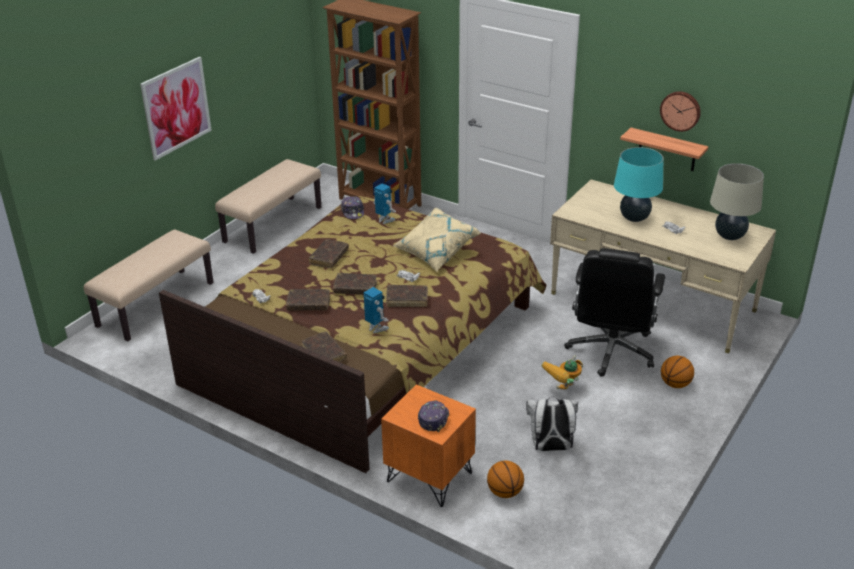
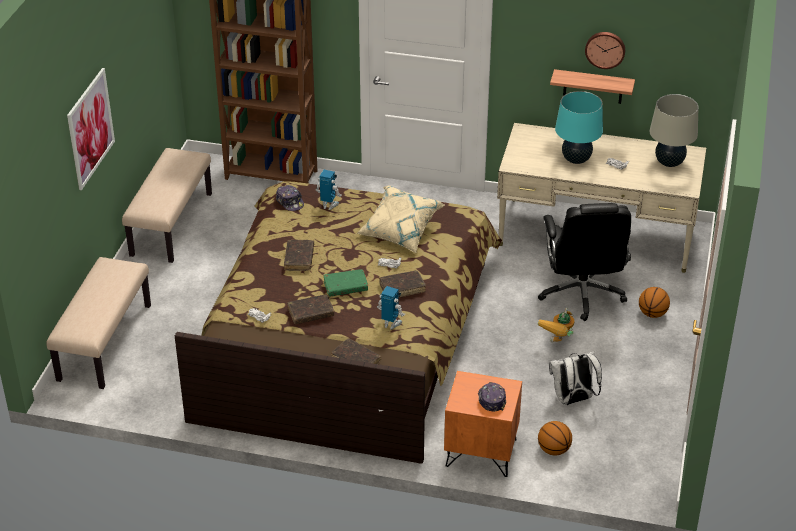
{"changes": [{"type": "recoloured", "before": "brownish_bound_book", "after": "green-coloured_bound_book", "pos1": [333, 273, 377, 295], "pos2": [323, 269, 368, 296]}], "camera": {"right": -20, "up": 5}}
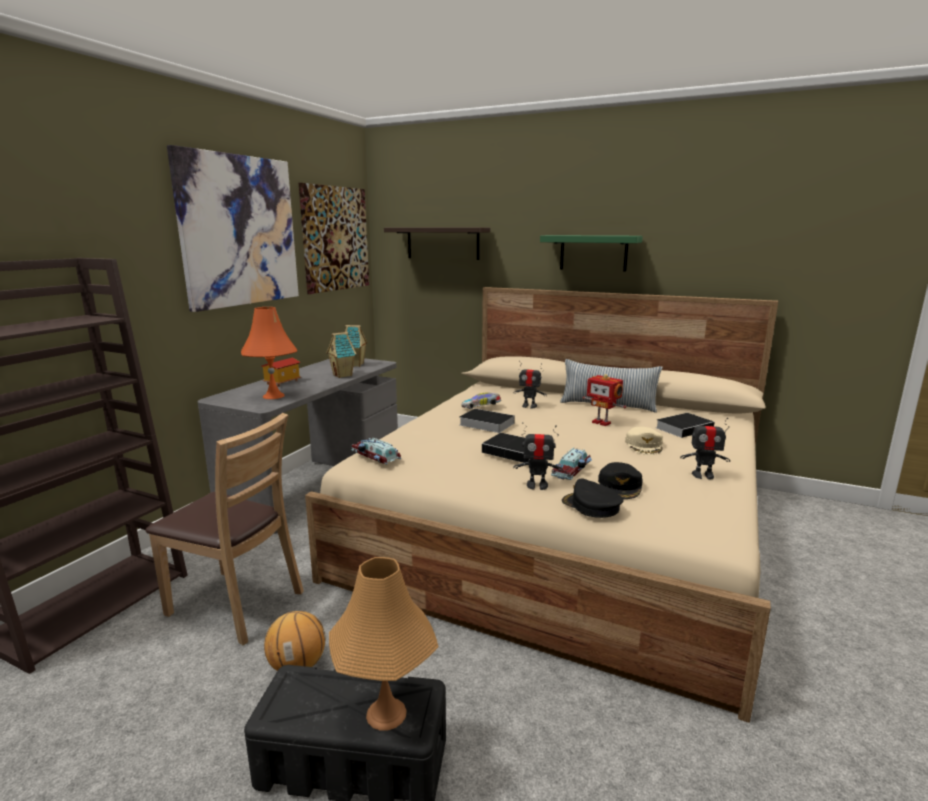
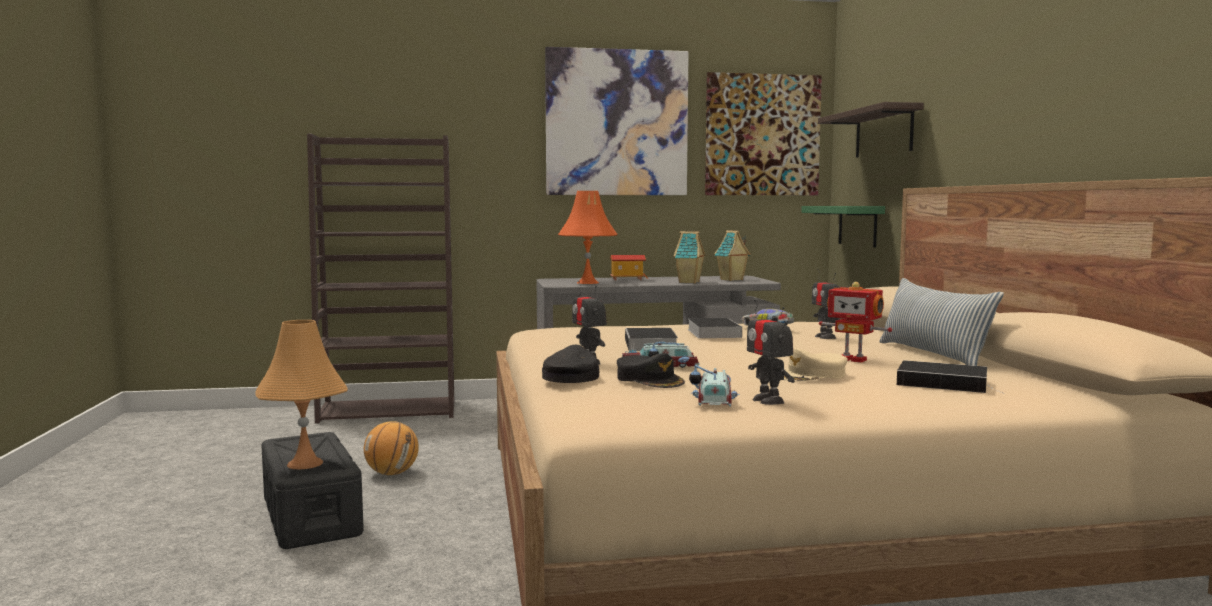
{"changes": [{"type": "removed", "before": "brownish_plain_chair", "pos1": [145, 413, 304, 645]}, {"type": "moved", "before": "toy_car", "pos1": [352, 438, 401, 464], "pos2": [689, 365, 740, 407]}, {"type": "moved", "before": "green-coloured_bracket_shelf", "pos1": [540, 235, 643, 271], "pos2": [801, 206, 885, 247]}, {"type": "turned", "before": "model_robot", "pos1": [583, 374, 626, 426], "pos2": [819, 282, 892, 363], "turn": -60}, {"type": "turned", "before": "black-coloured_baseball_cap", "pos1": [598, 462, 643, 499], "pos2": [617, 353, 685, 388], "turn": -105}], "camera": {"right": 55, "up": -10}}
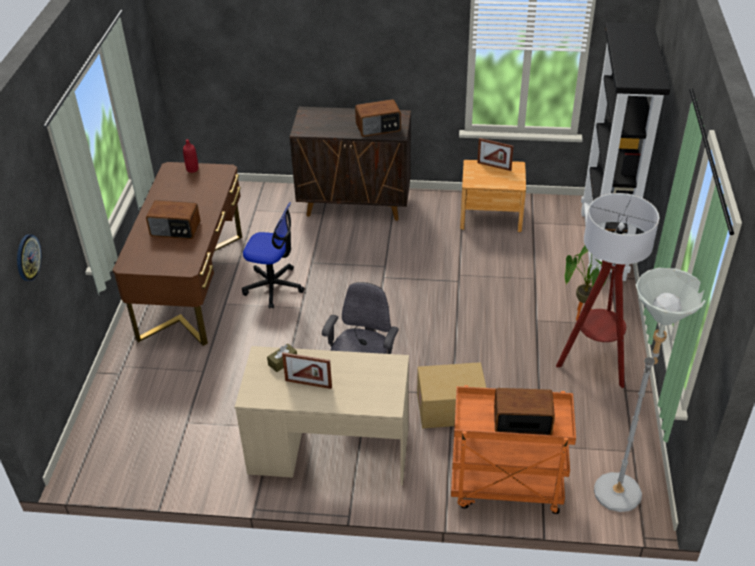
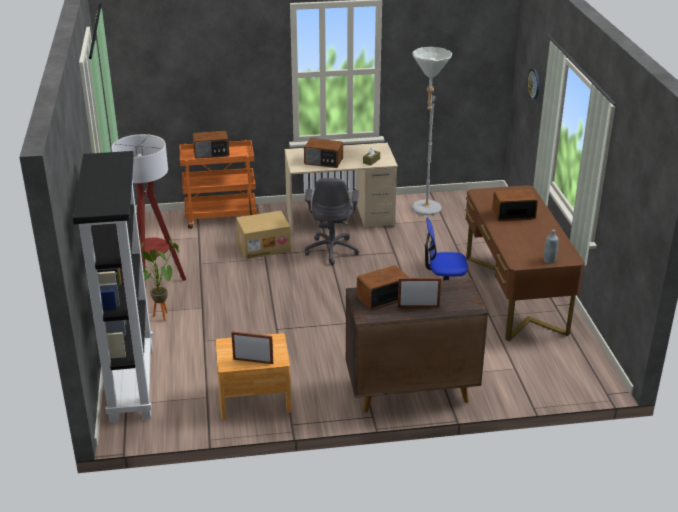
{"changes": [{"type": "recoloured", "before": "reddish_drink_bottle", "after": "gray_drink_bottle", "pos1": [183, 139, 198, 173], "pos2": [544, 229, 559, 264]}, {"type": "moved", "before": "picture_frame", "pos1": [282, 352, 332, 389], "pos2": [398, 278, 441, 307]}, {"type": "moved", "before": "gray_floor_lamp", "pos1": [594, 268, 705, 512], "pos2": [412, 47, 452, 215]}, {"type": "added", "after": "radio_set", "pos2": [304, 138, 343, 168]}], "camera": {"right": 165, "up": -10}}
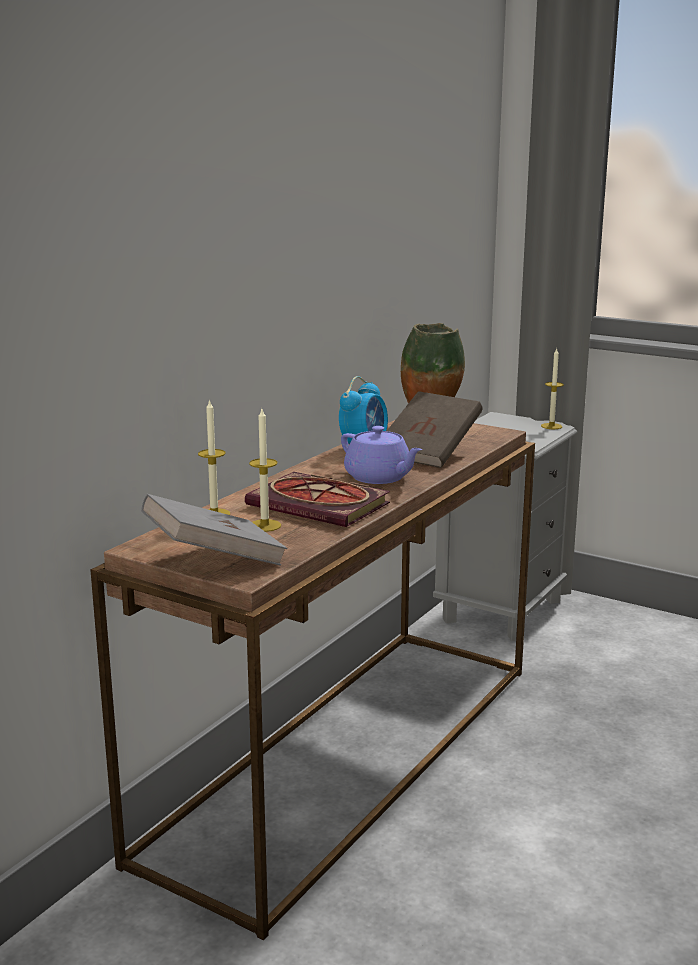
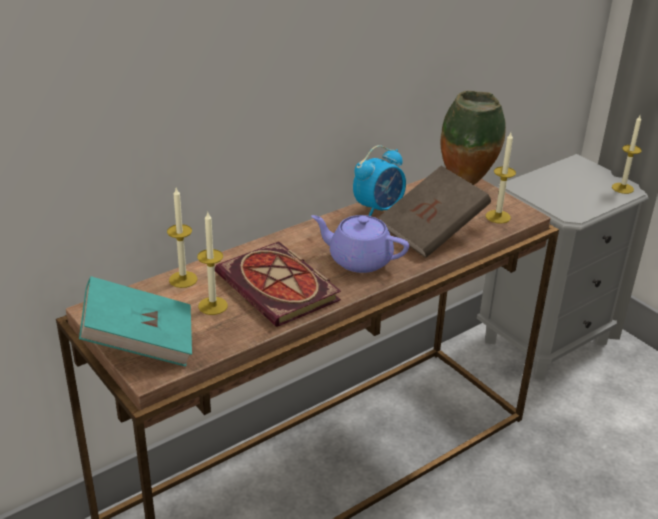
{"changes": [{"type": "recoloured", "before": "gray_bound_book", "after": "turquoise_bound_book", "pos1": [141, 494, 287, 566], "pos2": [79, 276, 192, 367]}, {"type": "turned", "before": "purplish_pot_for_tea", "pos1": [341, 426, 422, 484], "pos2": [311, 215, 409, 273], "turn": 135}, {"type": "added", "after": "candle", "pos2": [486, 133, 516, 224]}], "camera": {"right": 20, "up": 15}}
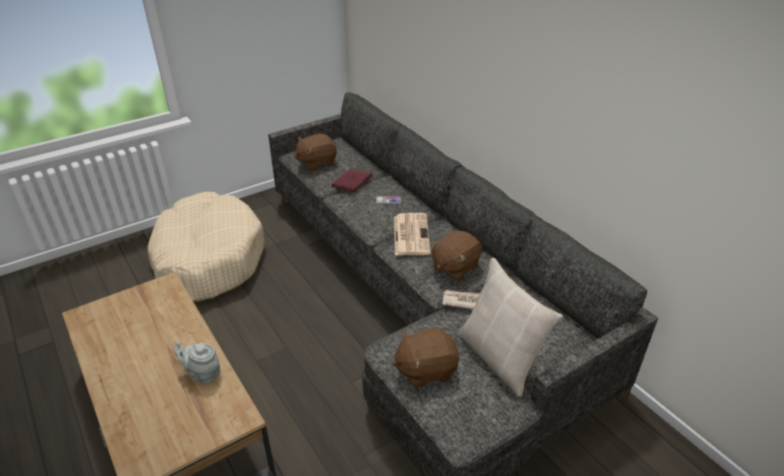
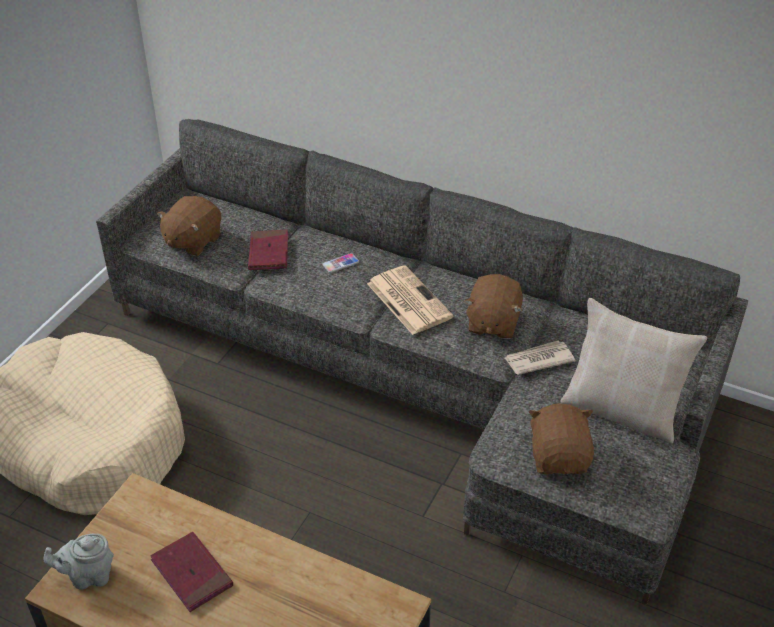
{"changes": [{"type": "moved", "before": "gray_pot_for_tea", "pos1": [174, 341, 220, 385], "pos2": [43, 533, 114, 590]}, {"type": "turned", "before": "brownish_cuddly_toy", "pos1": [392, 327, 459, 388], "pos2": [529, 403, 594, 474], "turn": 135}, {"type": "added", "after": "reddish_bound_book", "pos2": [150, 532, 233, 612]}], "camera": {"right": -30, "up": 5}}
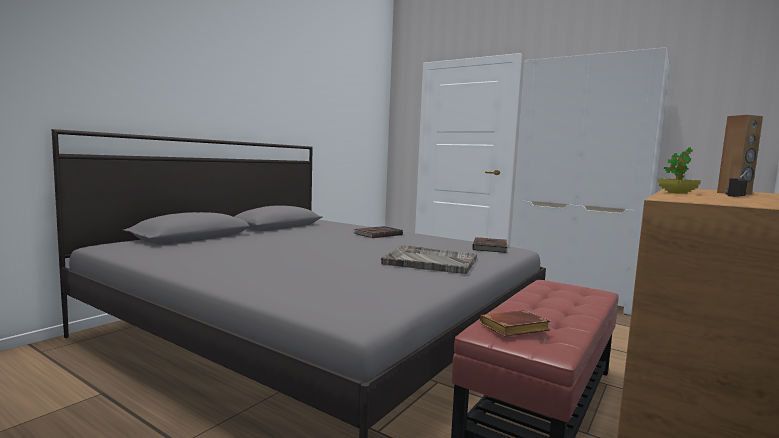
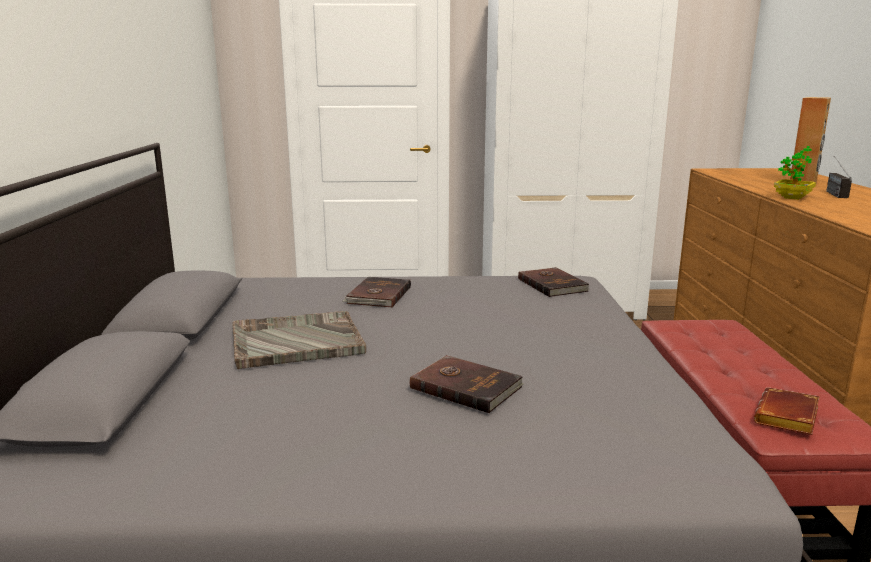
{"changes": [{"type": "moved", "before": "gray_carrying_tray", "pos1": [381, 245, 477, 274], "pos2": [232, 311, 366, 369]}, {"type": "added", "after": "brownish_bound_book", "pos2": [410, 355, 524, 413]}], "camera": {"right": -35, "up": 10}}
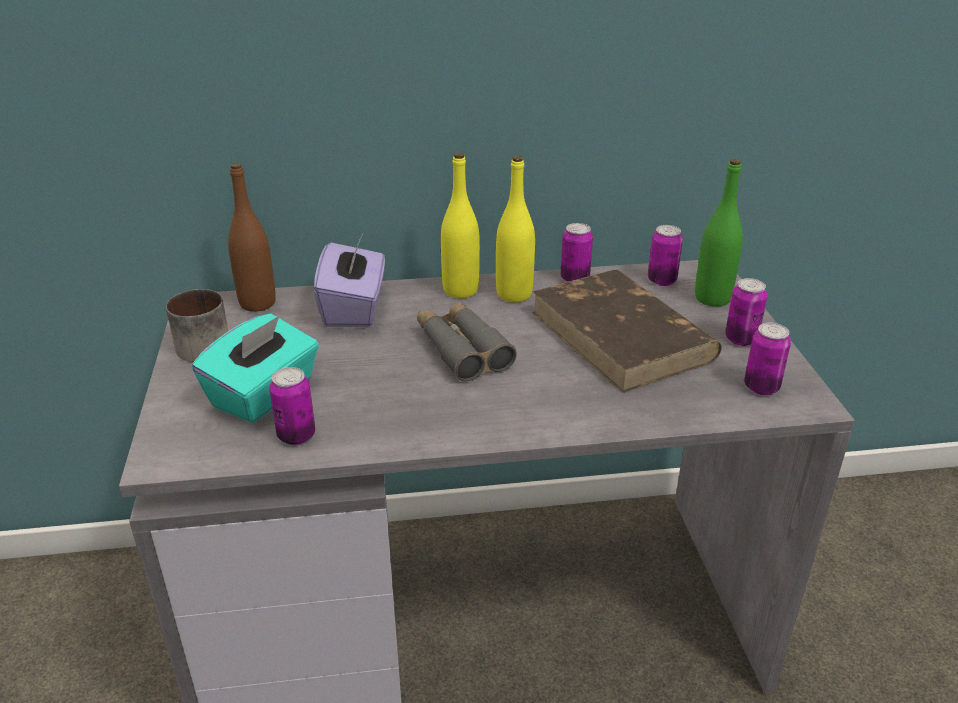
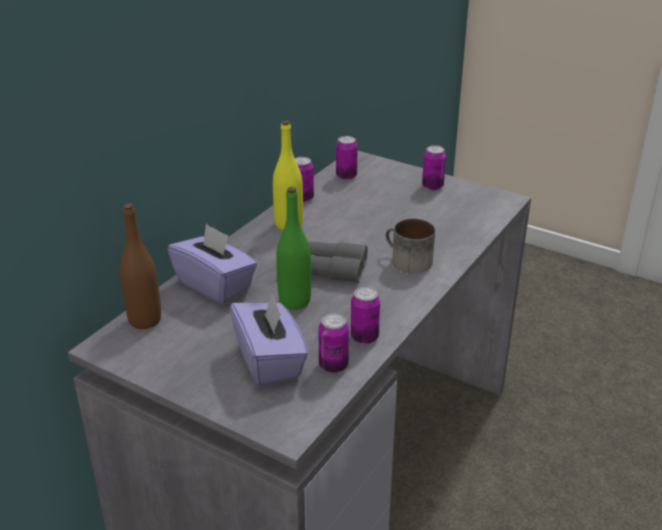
{"changes": [{"type": "moved", "before": "tea_mug", "pos1": [166, 289, 228, 362], "pos2": [385, 219, 435, 274]}, {"type": "recoloured", "before": "turquoise_tissue_box", "after": "purplish_tissue_box", "pos1": [192, 313, 319, 423], "pos2": [230, 292, 308, 387]}, {"type": "removed", "before": "yellow-coloured_drink_bottle", "pos1": [441, 152, 480, 298]}, {"type": "removed", "before": "brownish_bound_book", "pos1": [532, 270, 721, 393]}, {"type": "moved", "before": "green-coloured_drink_bottle", "pos1": [695, 159, 743, 307], "pos2": [276, 187, 311, 310]}, {"type": "moved", "before": "metal_can", "pos1": [744, 323, 791, 395], "pos2": [351, 287, 380, 344]}], "camera": {"right": -50, "up": 0}}
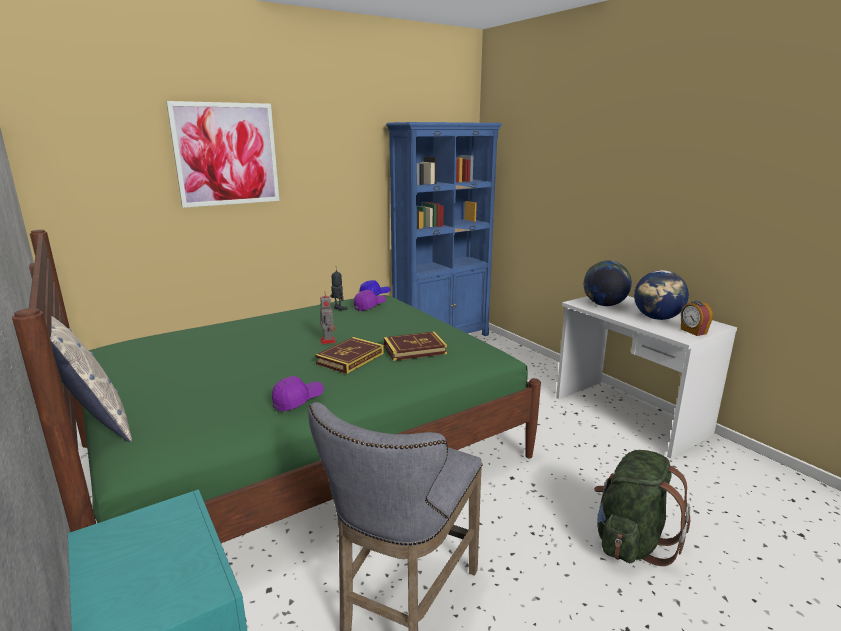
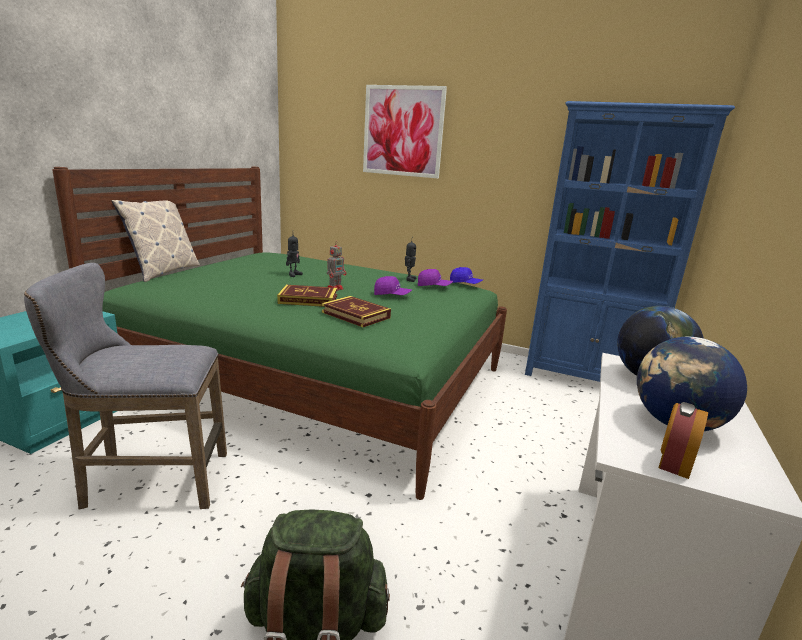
{"changes": [{"type": "moved", "before": "purplish_baseball_cap", "pos1": [272, 376, 324, 411], "pos2": [374, 276, 412, 295]}, {"type": "added", "after": "model_robot", "pos2": [286, 236, 303, 277]}], "camera": {"right": 55, "up": 0}}
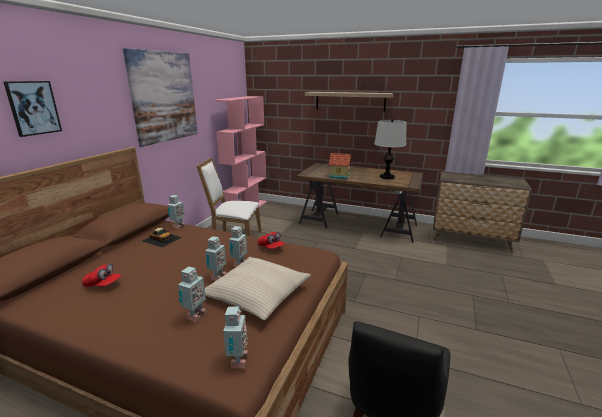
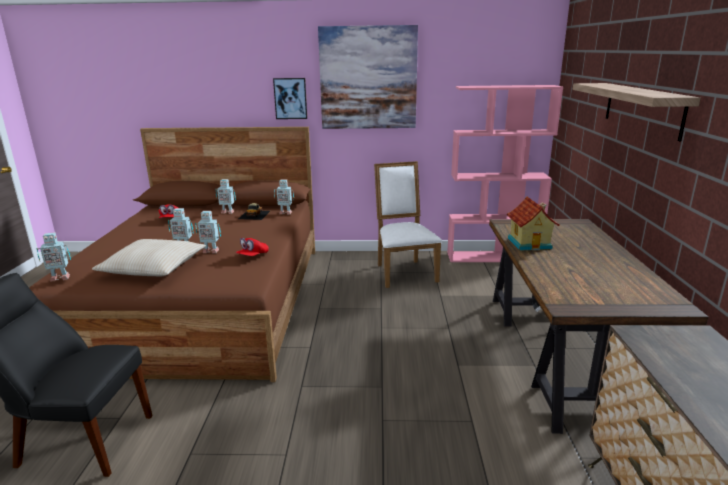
{"changes": [{"type": "moved", "before": "wall_art", "pos1": [3, 81, 62, 137], "pos2": [273, 78, 307, 119]}, {"type": "moved", "before": "model_robot", "pos1": [178, 266, 207, 322], "pos2": [216, 179, 236, 214]}, {"type": "removed", "before": "tabletop_lamp", "pos1": [374, 119, 407, 179]}], "camera": {"right": 70, "up": 0}}
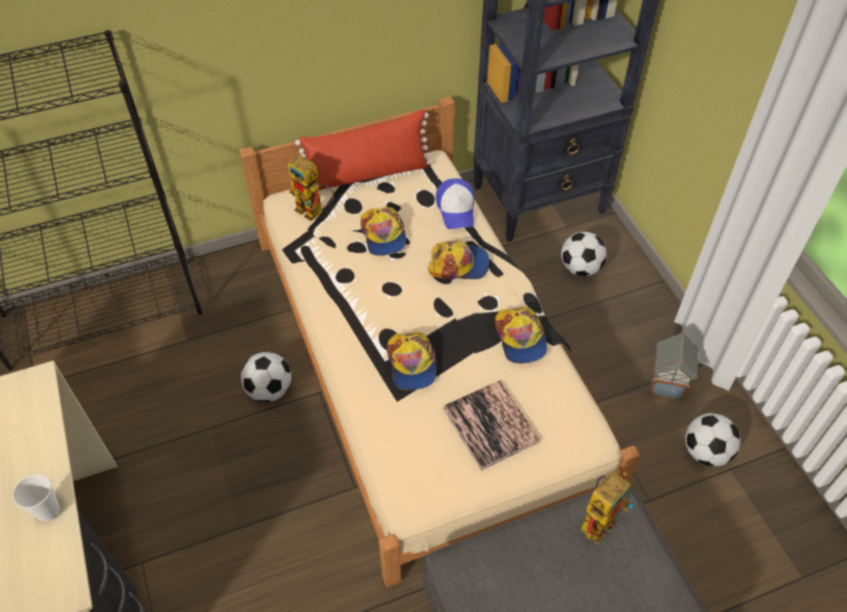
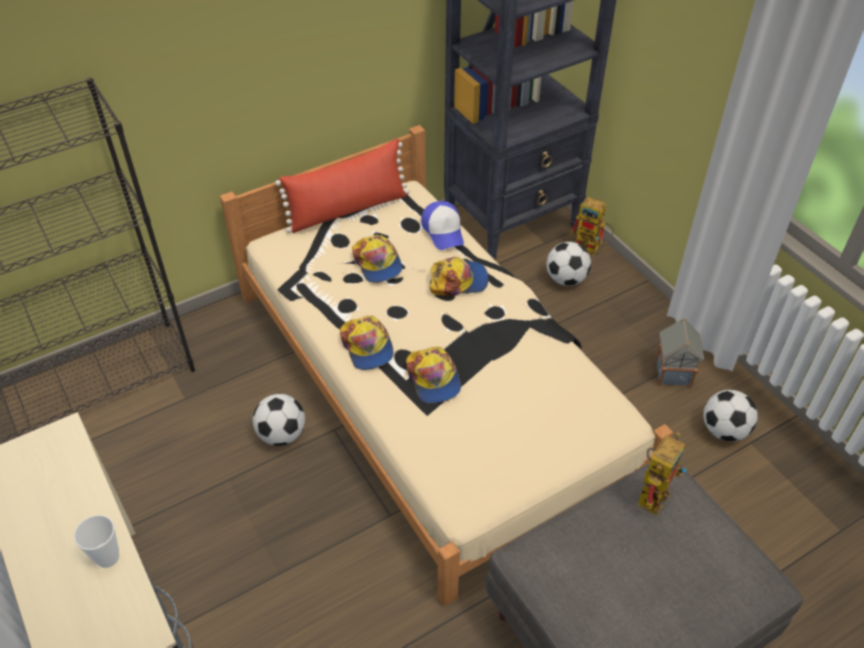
{"changes": [{"type": "moved", "before": "model_robot", "pos1": [288, 154, 334, 221], "pos2": [570, 197, 614, 256]}, {"type": "removed", "before": "bound_book", "pos1": [443, 381, 541, 470]}, {"type": "moved", "before": "baseball_cap", "pos1": [495, 307, 547, 364], "pos2": [340, 316, 394, 370]}], "camera": {"right": -10, "up": -5}}
